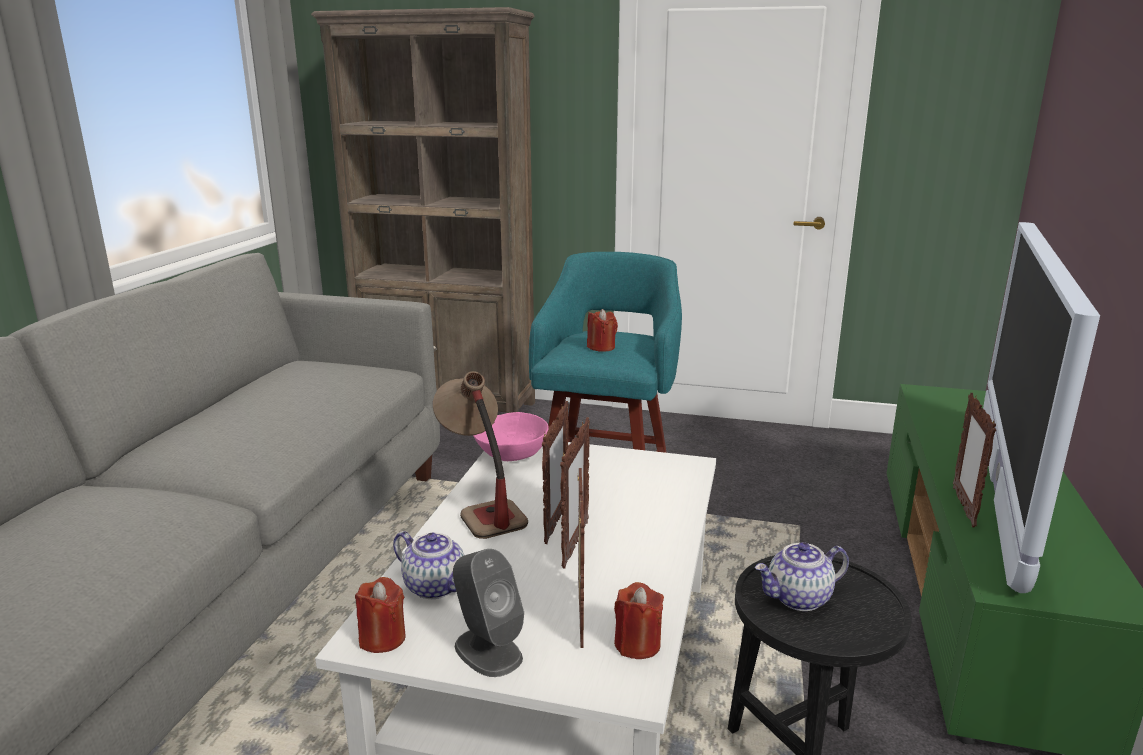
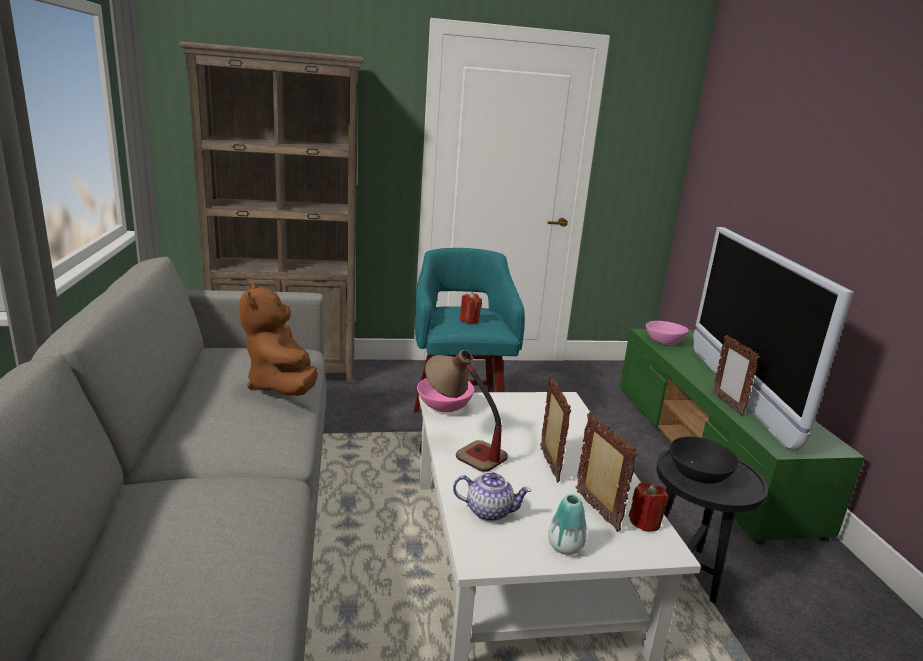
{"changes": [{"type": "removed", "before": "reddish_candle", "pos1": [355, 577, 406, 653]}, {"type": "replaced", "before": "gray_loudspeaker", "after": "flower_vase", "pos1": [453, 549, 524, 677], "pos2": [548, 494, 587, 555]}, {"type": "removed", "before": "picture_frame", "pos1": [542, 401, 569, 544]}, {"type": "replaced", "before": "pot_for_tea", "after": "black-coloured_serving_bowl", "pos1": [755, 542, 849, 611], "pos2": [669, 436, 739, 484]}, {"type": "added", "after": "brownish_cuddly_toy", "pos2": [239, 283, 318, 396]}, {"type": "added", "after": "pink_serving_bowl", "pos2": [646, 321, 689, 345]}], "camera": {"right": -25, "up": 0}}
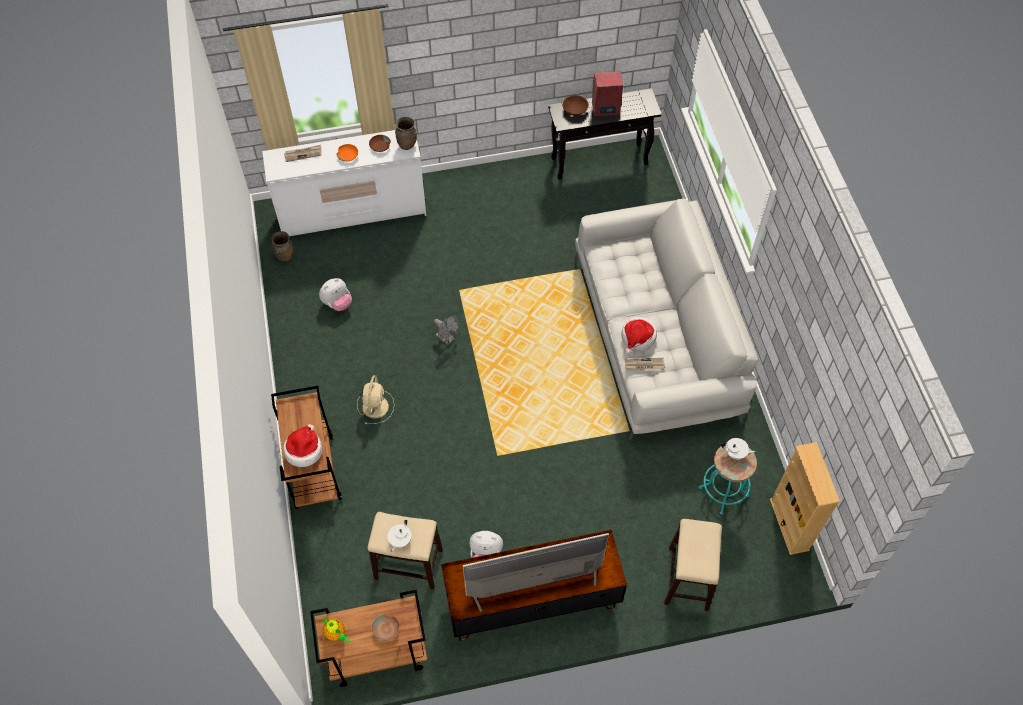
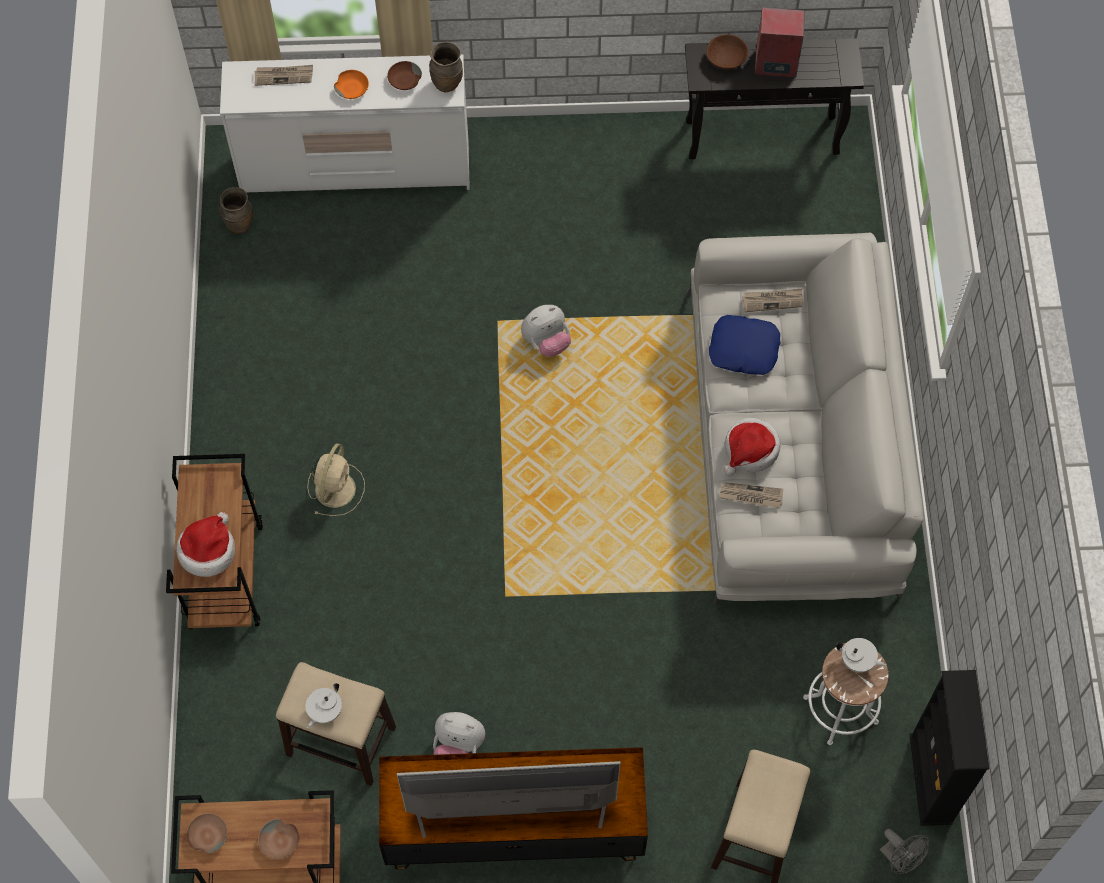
{"changes": [{"type": "moved", "before": "cuddly_toy", "pos1": [319, 278, 352, 311], "pos2": [521, 305, 571, 357]}, {"type": "replaced", "before": "pot_for_tea", "after": "brownish_serving_bowl", "pos1": [322, 618, 350, 643], "pos2": [186, 813, 228, 853]}, {"type": "moved", "before": "gray_cooling_fan", "pos1": [434, 316, 459, 345], "pos2": [880, 829, 929, 873]}, {"type": "recoloured", "before": "turquoise_stool", "after": "white-coloured_stool", "pos1": [699, 443, 757, 515], "pos2": [803, 643, 888, 745]}, {"type": "recoloured", "before": "beige-coloured_bookcase", "after": "black-coloured_bookcase", "pos1": [770, 442, 840, 555], "pos2": [909, 670, 989, 826]}, {"type": "added", "after": "bluish_cushion", "pos2": [709, 315, 780, 375]}, {"type": "added", "after": "printed_paper", "pos2": [742, 289, 803, 312]}], "camera": {"right": 10, "up": 5}}
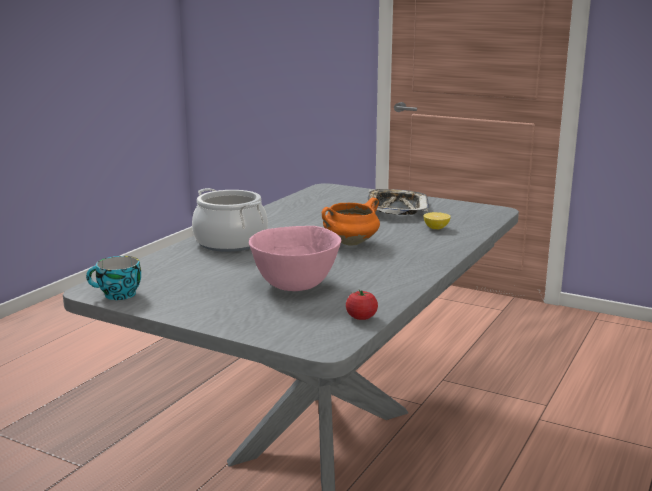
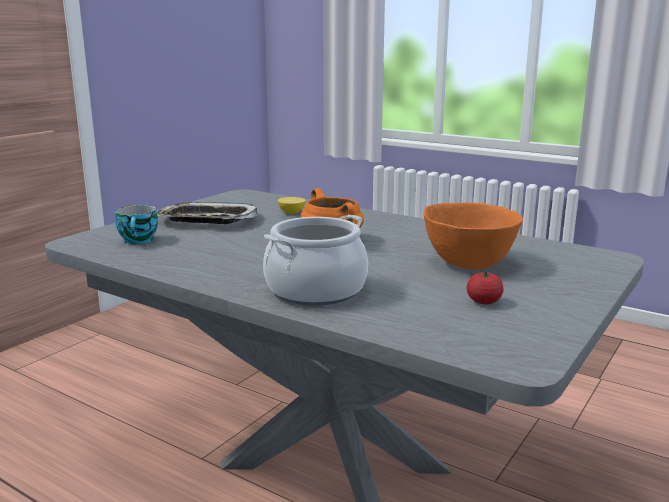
{"changes": [{"type": "moved", "before": "small_cup", "pos1": [86, 256, 141, 300], "pos2": [115, 205, 158, 244]}, {"type": "recoloured", "before": "pink_serving_bowl", "after": "orange_serving_bowl", "pos1": [249, 226, 341, 291], "pos2": [423, 202, 523, 269]}, {"type": "moved", "before": "whole_tomato", "pos1": [346, 290, 378, 320], "pos2": [466, 271, 504, 304]}], "camera": {"right": -85, "up": 0}}
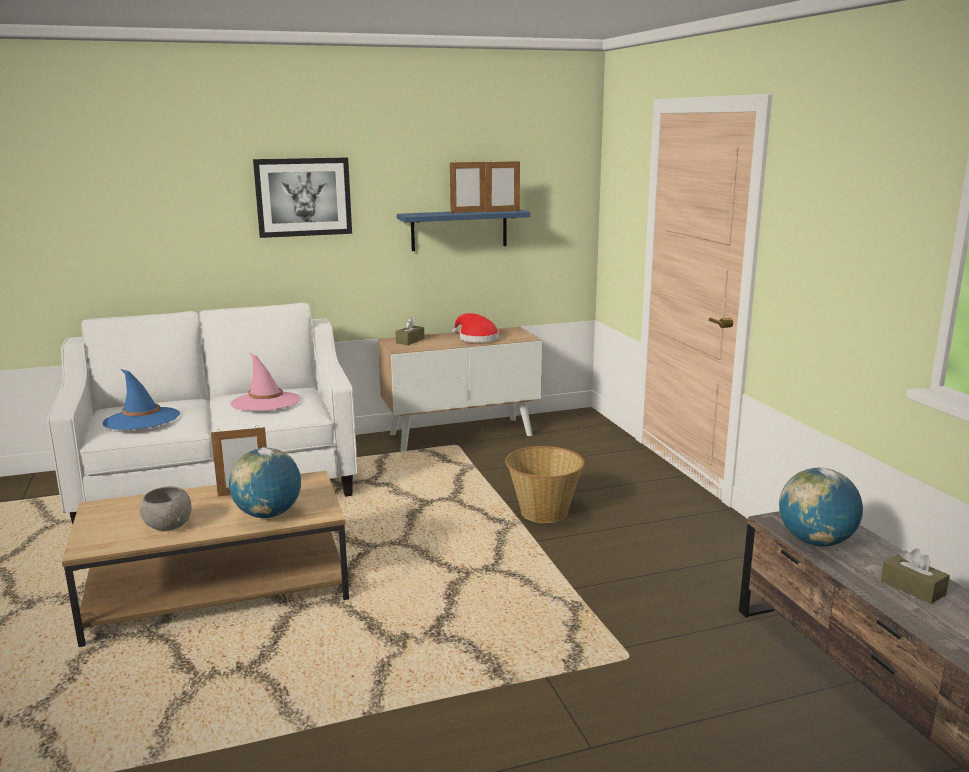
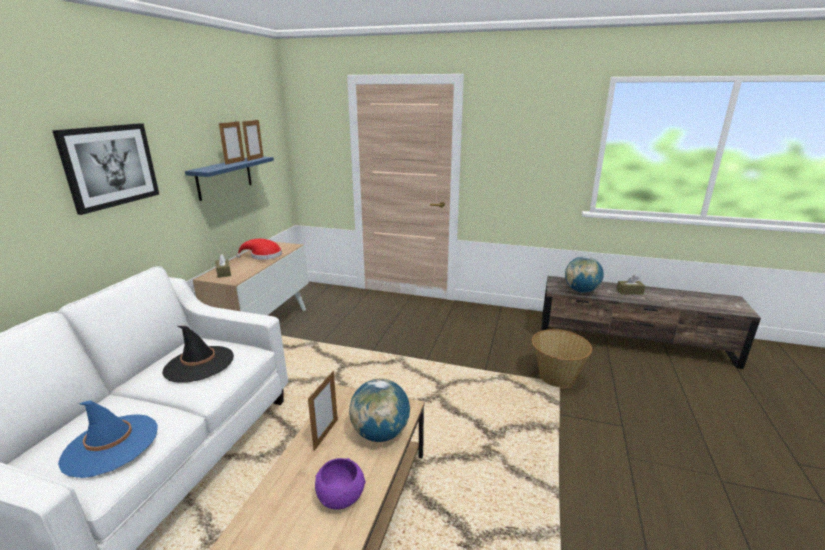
{"changes": [{"type": "recoloured", "before": "gray_serving_bowl", "after": "purplish_serving_bowl", "pos1": [140, 486, 191, 531], "pos2": [315, 458, 366, 510]}, {"type": "recoloured", "before": "pink_wearable_hat", "after": "black-coloured_wearable_hat", "pos1": [230, 353, 301, 411], "pos2": [162, 326, 234, 383]}, {"type": "moved", "before": "storage_basket", "pos1": [505, 446, 585, 523], "pos2": [532, 329, 592, 388]}], "camera": {"right": -55, "up": 5}}
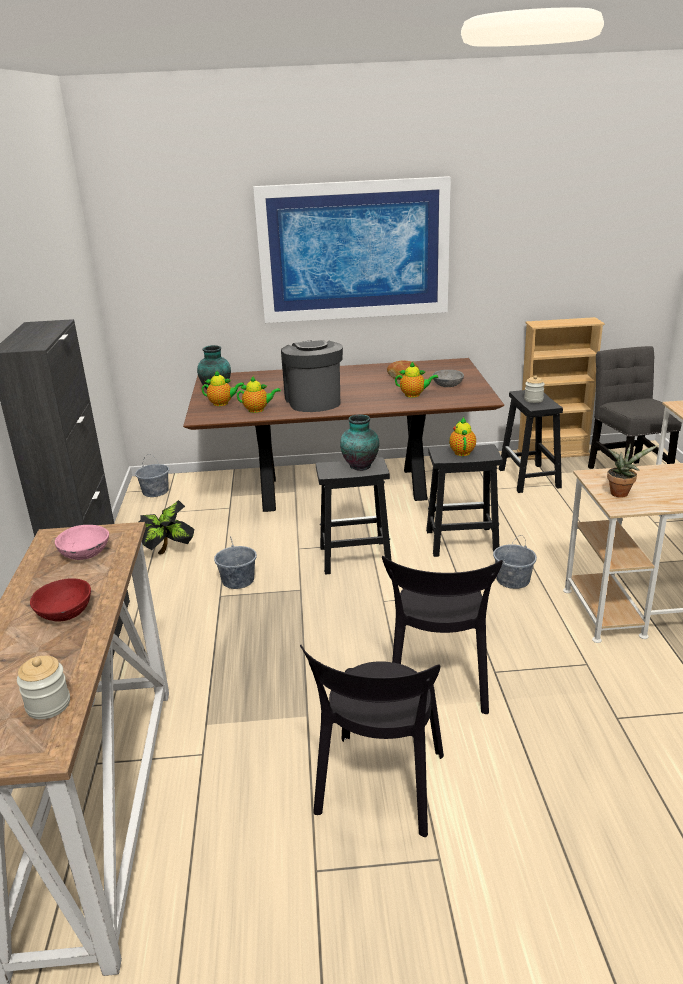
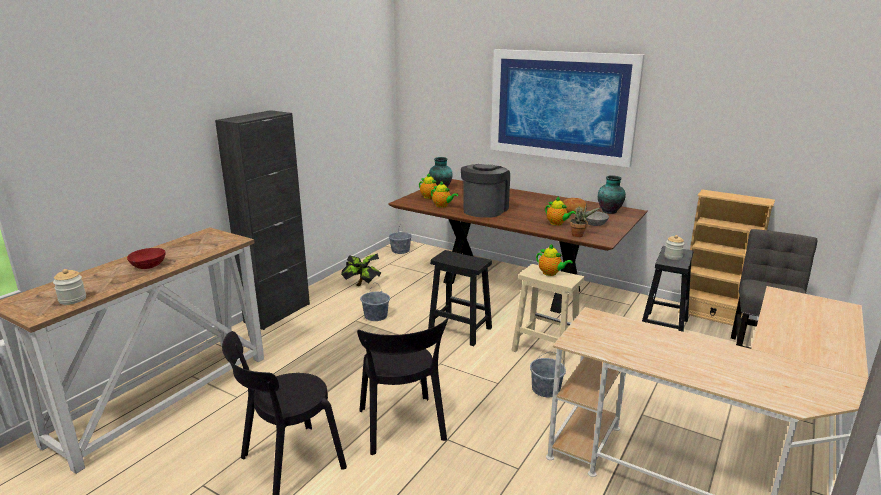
{"changes": [{"type": "removed", "before": "pink_serving_bowl", "pos1": [55, 525, 109, 560]}, {"type": "moved", "before": "flower_vase", "pos1": [340, 415, 379, 471], "pos2": [598, 175, 626, 214]}, {"type": "turned", "before": "black-coloured_plain_chair", "pos1": [382, 556, 503, 714], "pos2": [357, 317, 448, 455], "turn": -60}, {"type": "recoloured", "before": "black-coloured_stool", "after": "beige-coloured_stool", "pos1": [426, 444, 503, 557], "pos2": [511, 264, 584, 365]}, {"type": "turned", "before": "pot_for_tea", "pos1": [449, 417, 476, 456], "pos2": [536, 244, 573, 276], "turn": 90}, {"type": "moved", "before": "houseplant", "pos1": [607, 444, 658, 497], "pos2": [570, 204, 600, 237]}], "camera": {"right": 35, "up": -5}}
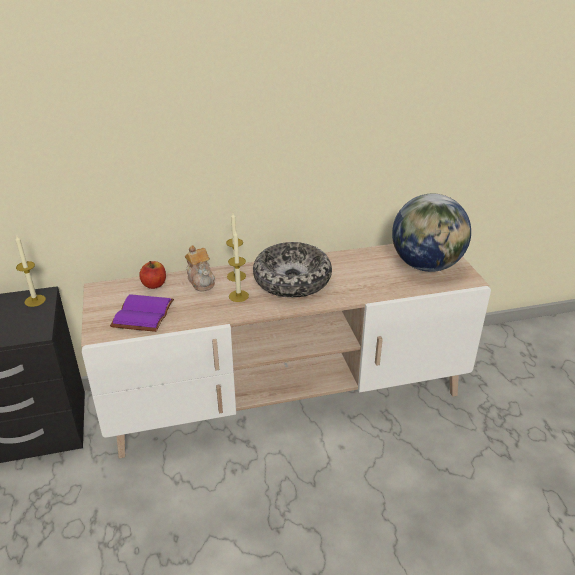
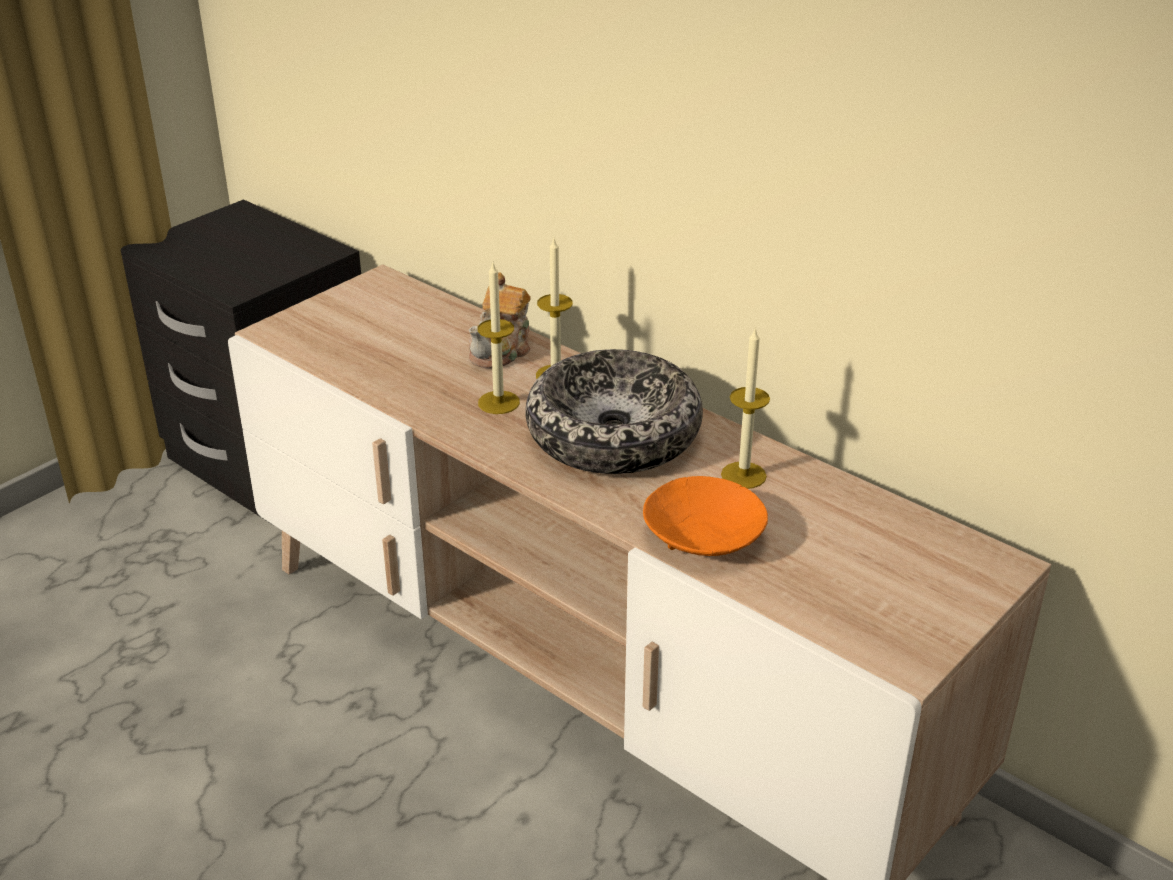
{"changes": [{"type": "moved", "before": "candle", "pos1": [15, 236, 46, 307], "pos2": [721, 327, 770, 489]}, {"type": "removed", "before": "purplish_bound_book", "pos1": [110, 294, 174, 332]}, {"type": "removed", "before": "apple_fruit", "pos1": [139, 261, 166, 289]}, {"type": "removed", "before": "world_globe", "pos1": [392, 194, 471, 272]}, {"type": "added", "after": "orange_serving_bowl", "pos2": [643, 476, 768, 556]}], "camera": {"right": 55, "up": 0}}
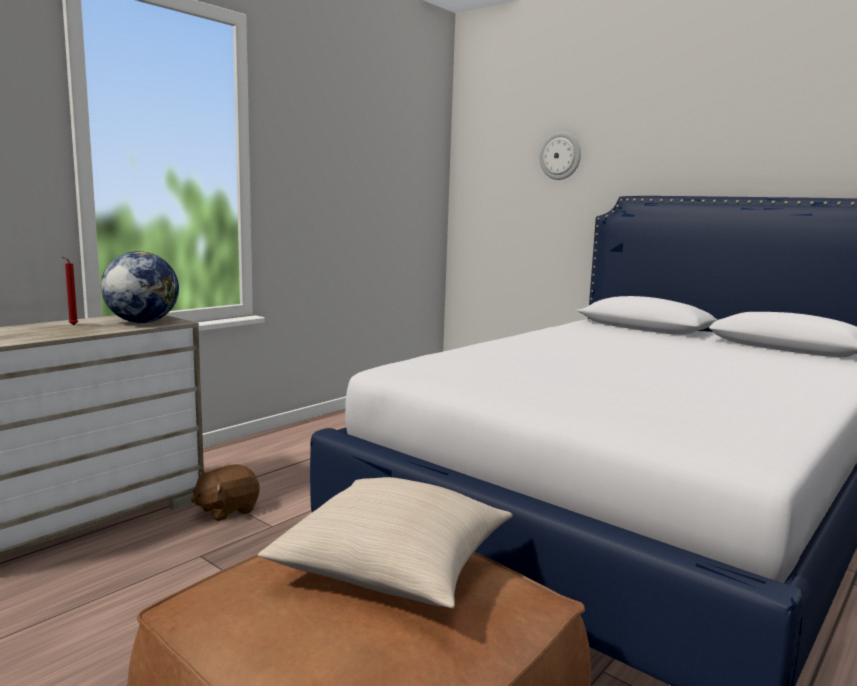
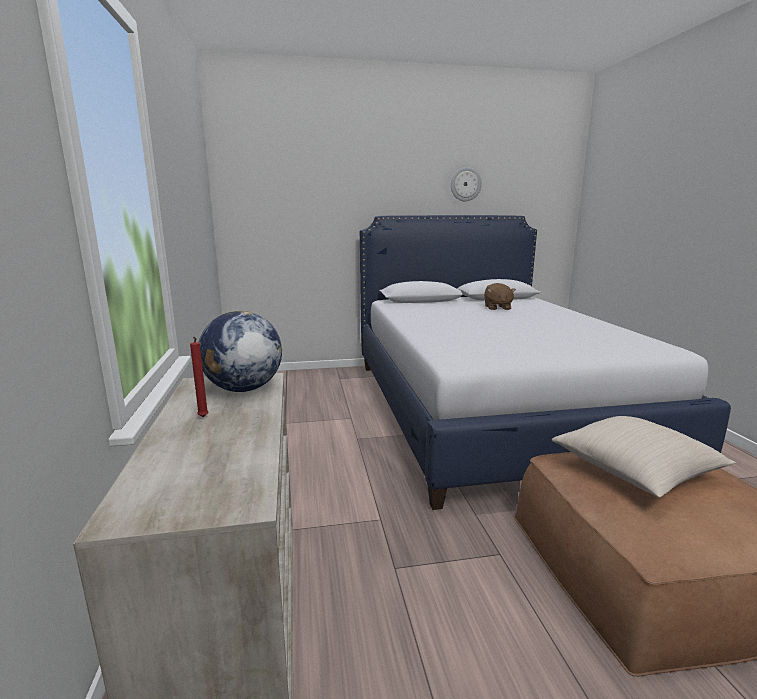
{"changes": [{"type": "moved", "before": "brownish_cuddly_toy", "pos1": [191, 464, 260, 521], "pos2": [484, 283, 516, 310]}, {"type": "moved", "before": "wall_clock", "pos1": [540, 132, 581, 180], "pos2": [451, 167, 482, 201]}], "camera": {"right": -50, "up": 5}}
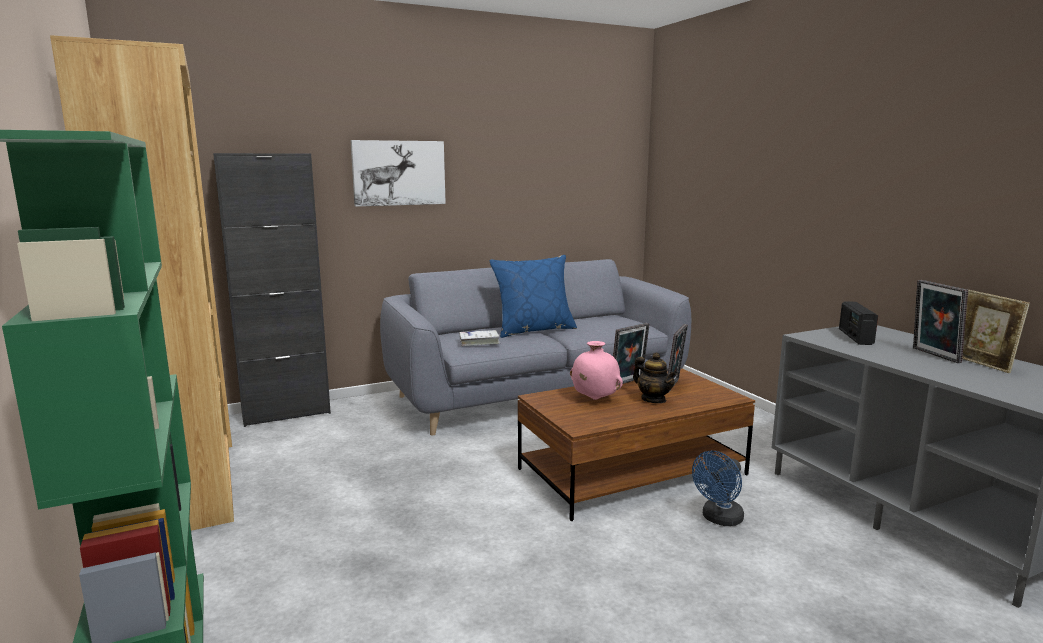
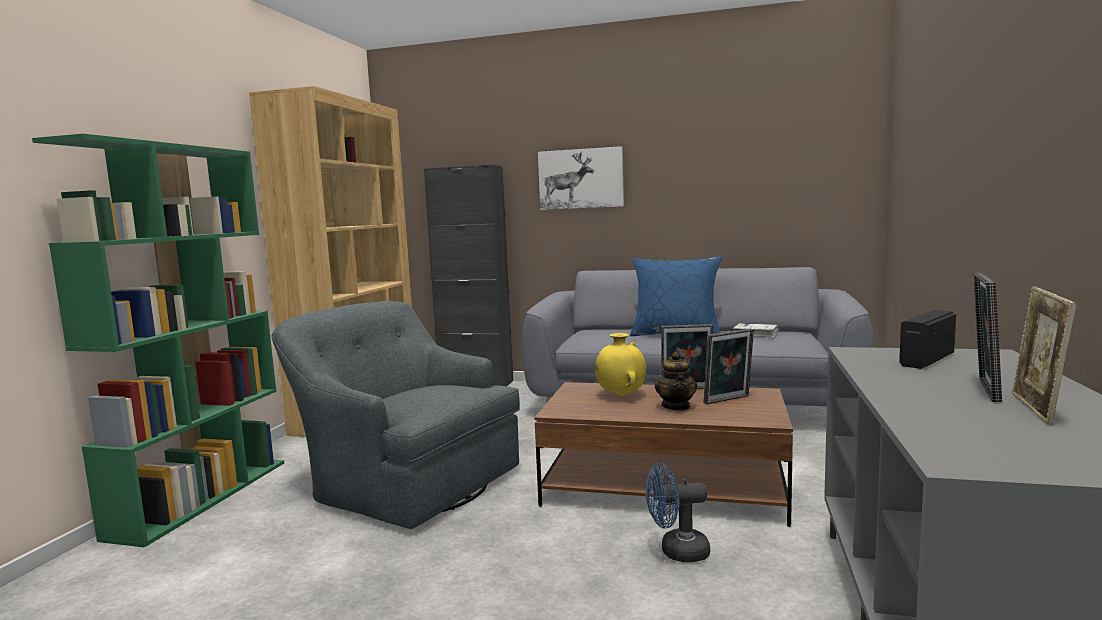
{"changes": [{"type": "moved", "before": "white-coloured_bound_book", "pos1": [459, 330, 500, 346], "pos2": [733, 323, 779, 337]}, {"type": "recoloured", "before": "pink_flower_vase", "after": "yellow-coloured_flower_vase", "pos1": [570, 341, 623, 400], "pos2": [595, 333, 646, 396]}, {"type": "added", "after": "gray_armchair", "pos2": [271, 301, 520, 529]}], "camera": {"right": 40, "up": -5}}
